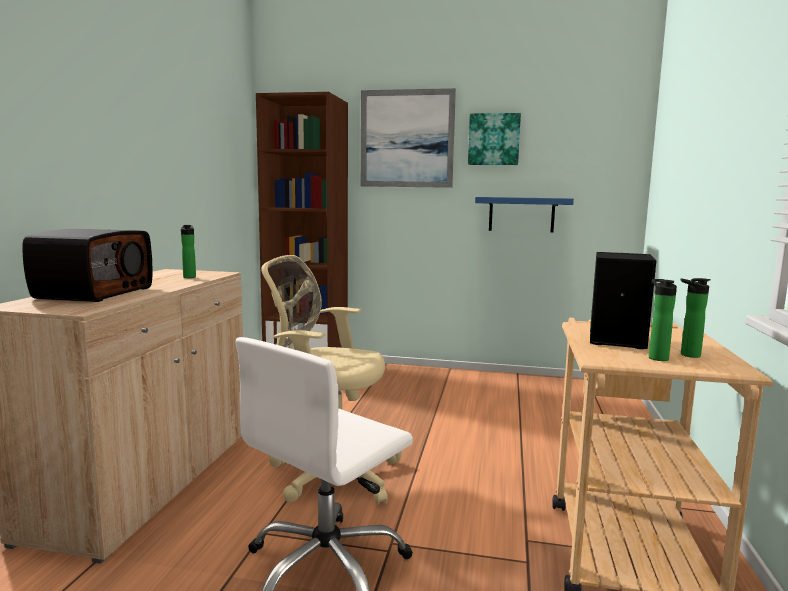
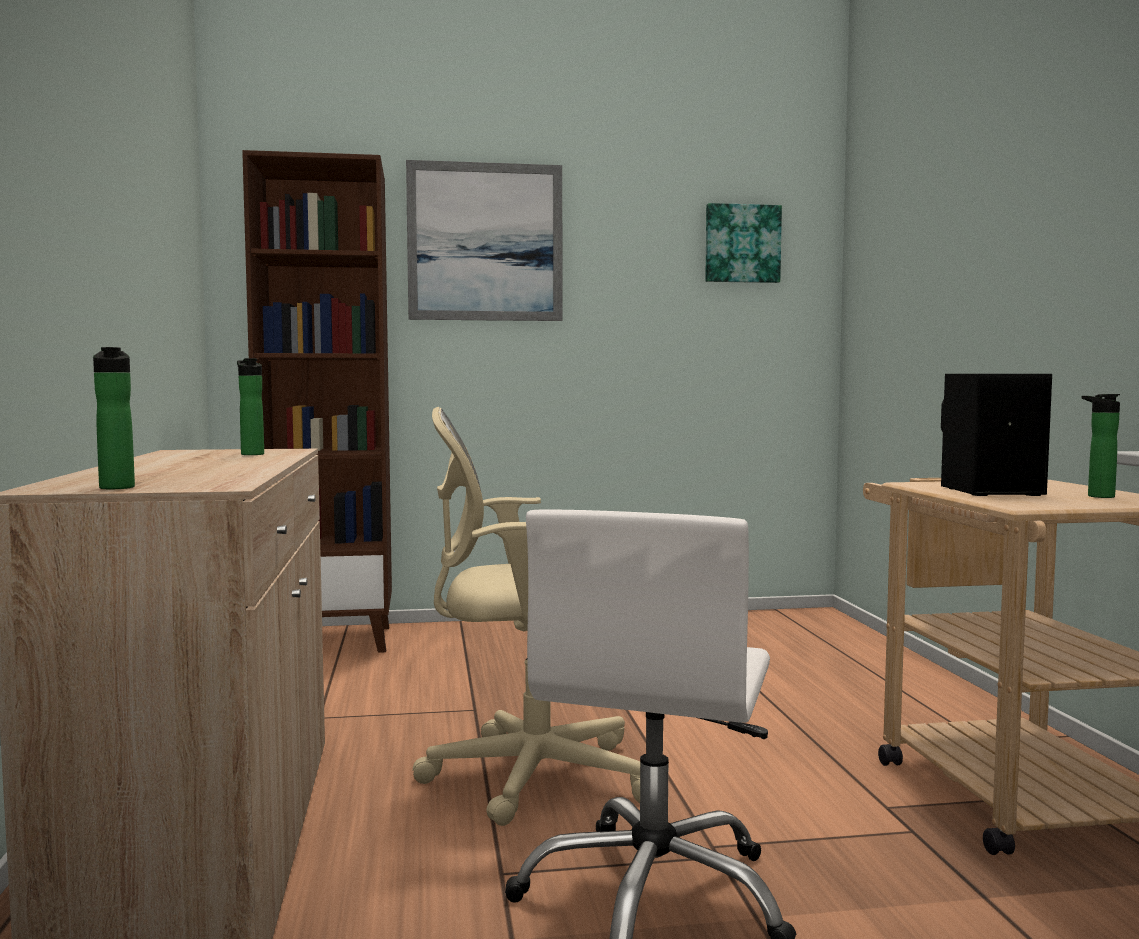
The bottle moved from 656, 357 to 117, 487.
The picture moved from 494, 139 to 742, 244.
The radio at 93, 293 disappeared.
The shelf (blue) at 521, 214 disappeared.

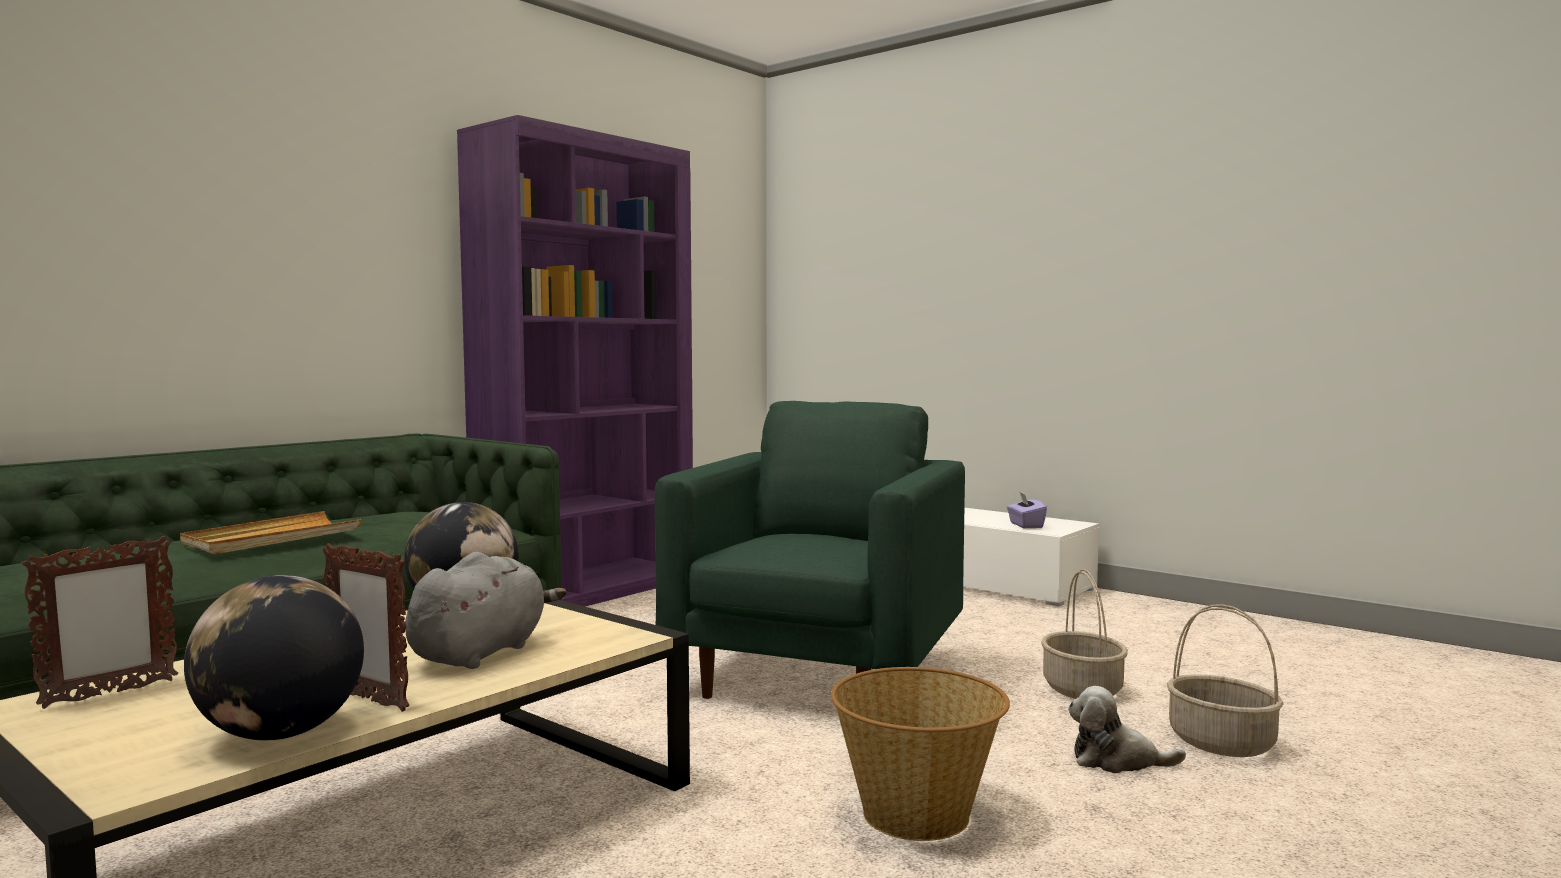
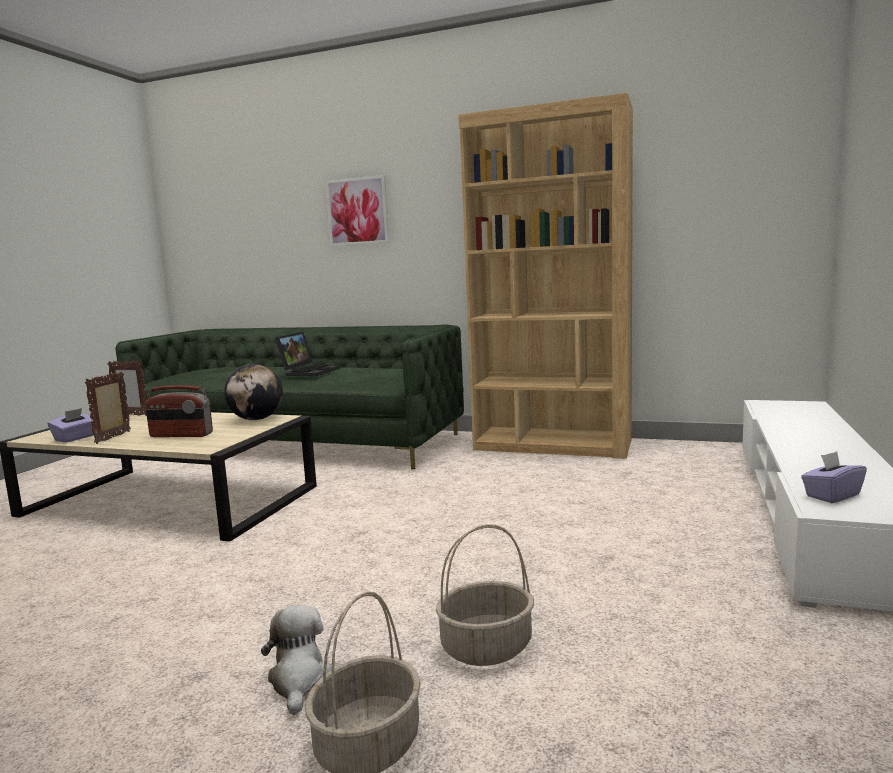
The globe at 281, 734 was replaced by the tissue box (purple) at 75, 438.
The plush toy (grey) at 482, 652 was replaced by the radio at 181, 435.
The tray (beige) at 272, 538 was replaced by the laptop at 309, 371.
The picture at 357, 211 appeared.
The bookcase (purple) at 589, 591 became the bookcase (brown) at 553, 445.
The armchair (green) at 818, 676 disappeared.
The basket at 917, 815 disappeared.

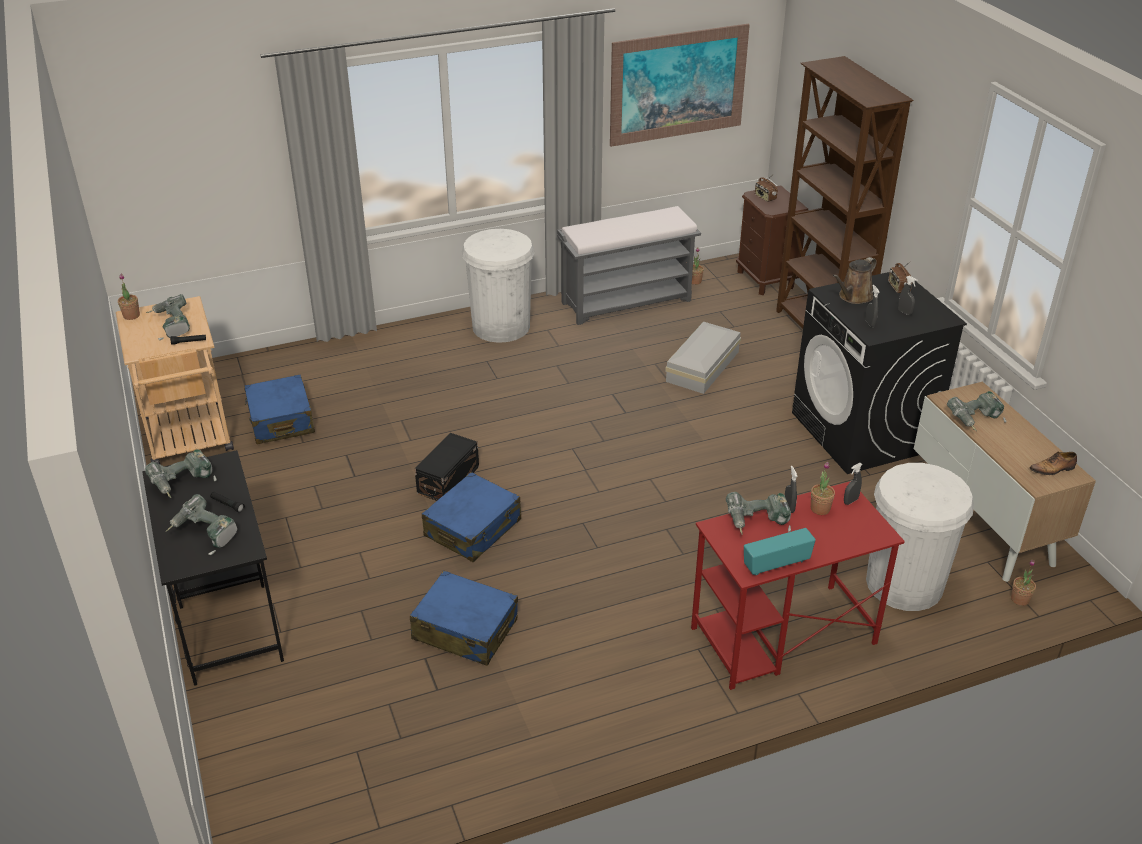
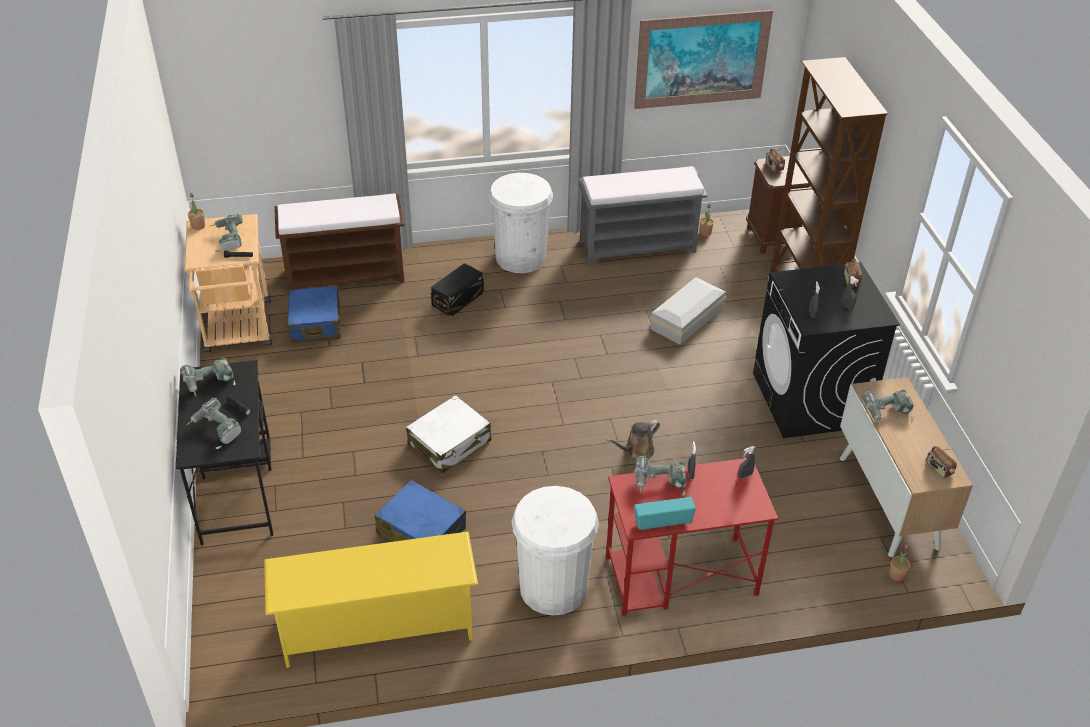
The shoe rack (yellow) at 377, 627 appeared.
The bench (brown) at 346, 275 appeared.
The suitcase (blue) at 473, 528 became the suitcase (white) at 450, 443.
The storage box (black) moved from 449, 479 to 459, 299.
The trash can (white) moved from 904, 584 to 553, 587.
The watering can (brown) moved from 853, 297 to 636, 451.
The shoe at 1053, 469 was replaced by the radio at 938, 469.
The potted plant at 820, 509 disappeared.

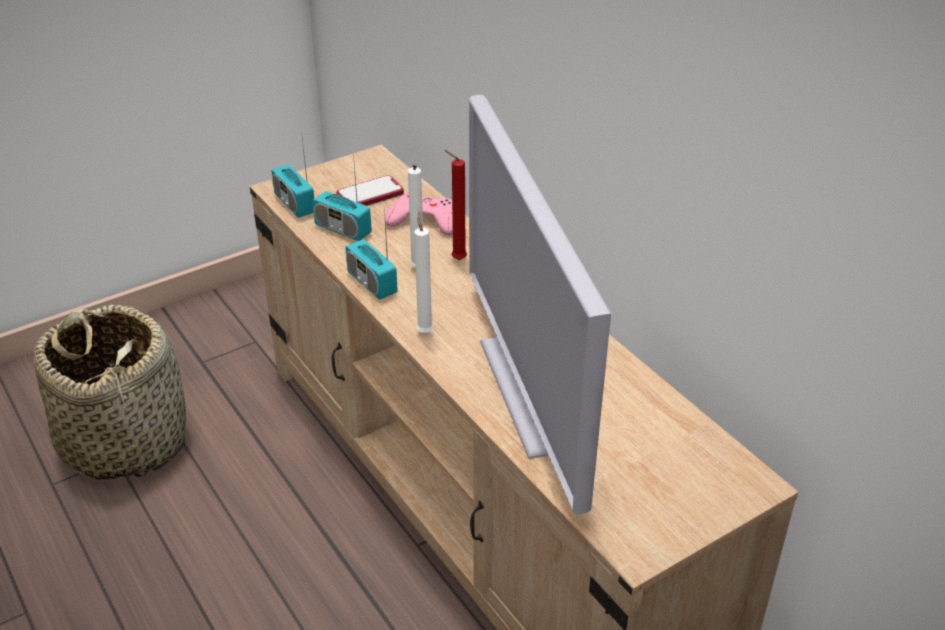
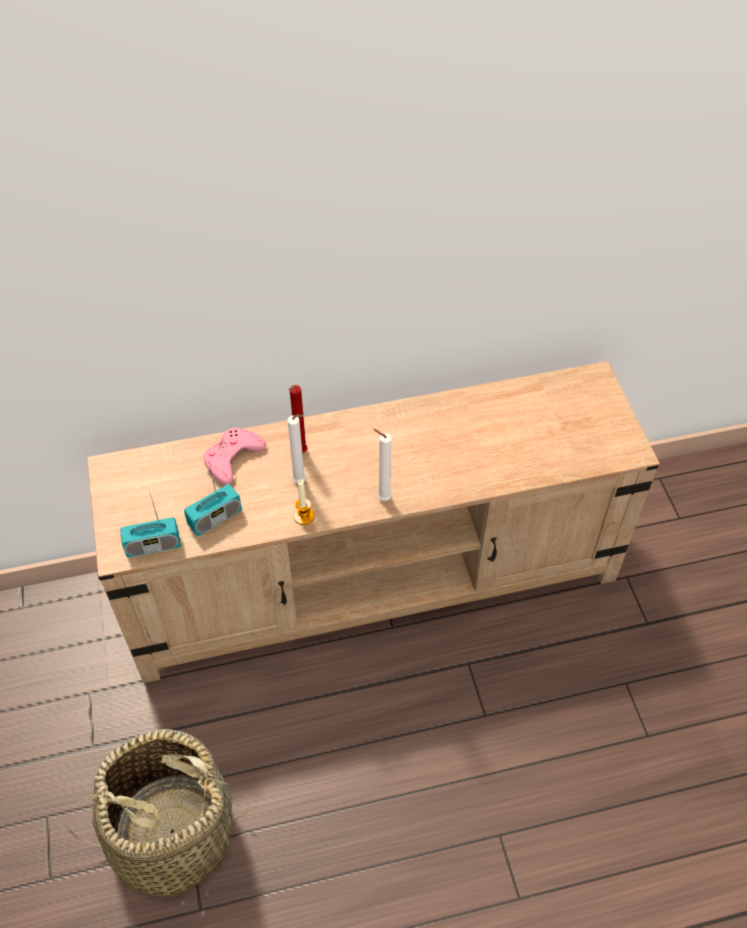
The radio at 372, 283 was replaced by the candle at 304, 516.
The phone at 370, 194 disappeared.
The television at 533, 391 disappeared.

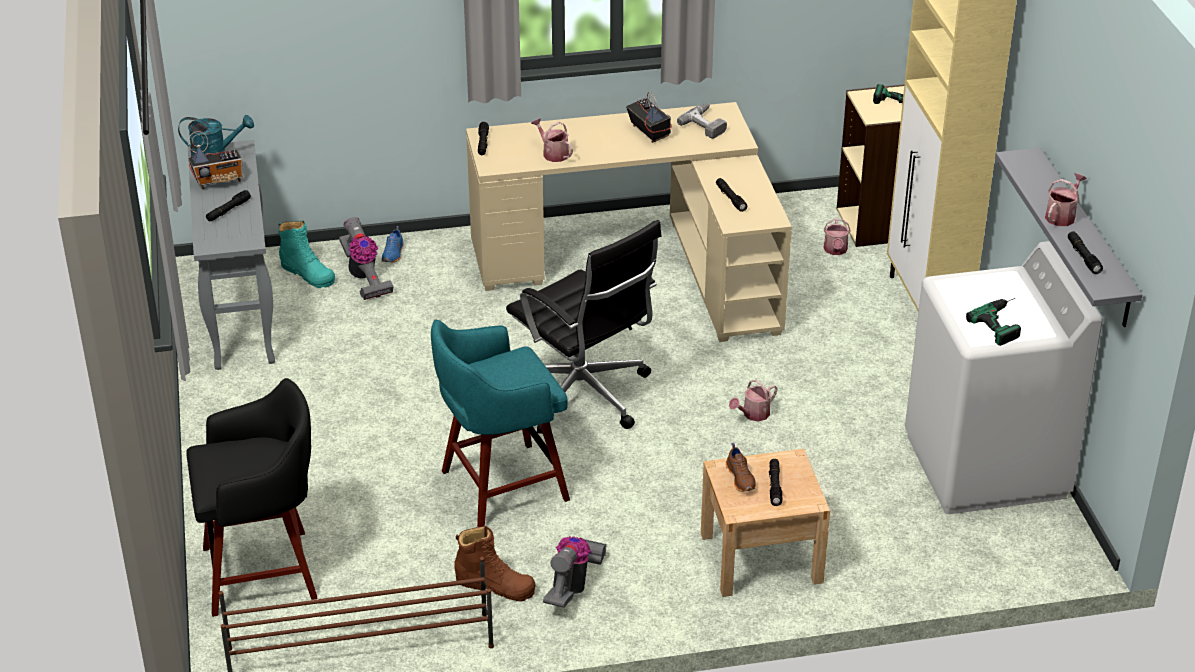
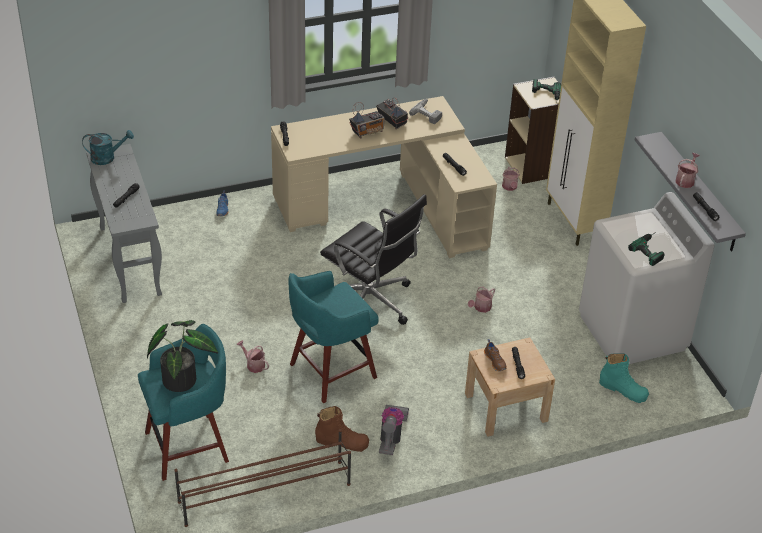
The stool (black) at 264, 572 became the stool (turquoise) at 189, 446.
The potted plant at 182, 378 appeared.
The watering can moved from 553, 153 to 253, 364.
The radio moved from 219, 181 to 367, 132.
The boot (turquoise) moved from 307, 273 to 623, 389.
The vacuum cleaner at 364, 277 disappeared.

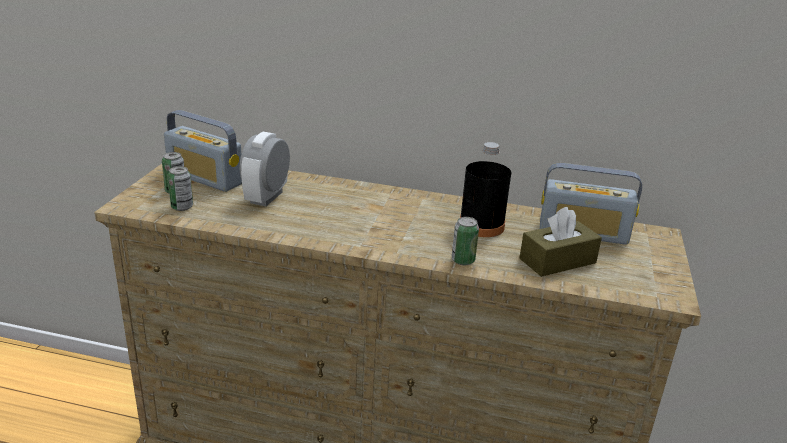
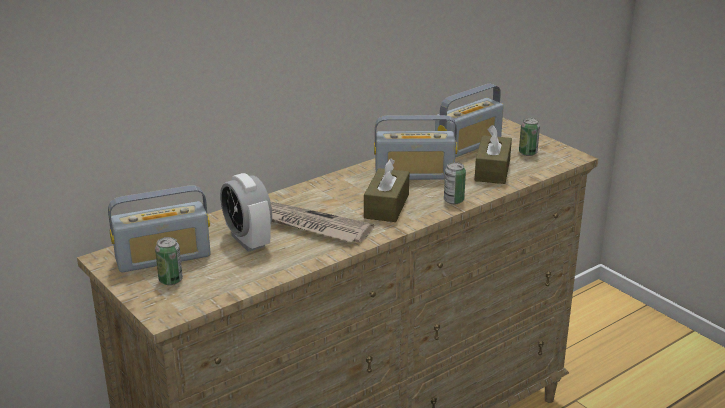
The newspaper at 309, 226 appeared.
The tissue box (brown) at 386, 206 appeared.
The bottle (black) at 481, 226 was replaced by the radio at 414, 174.
The can moved from 182, 207 to 528, 153.

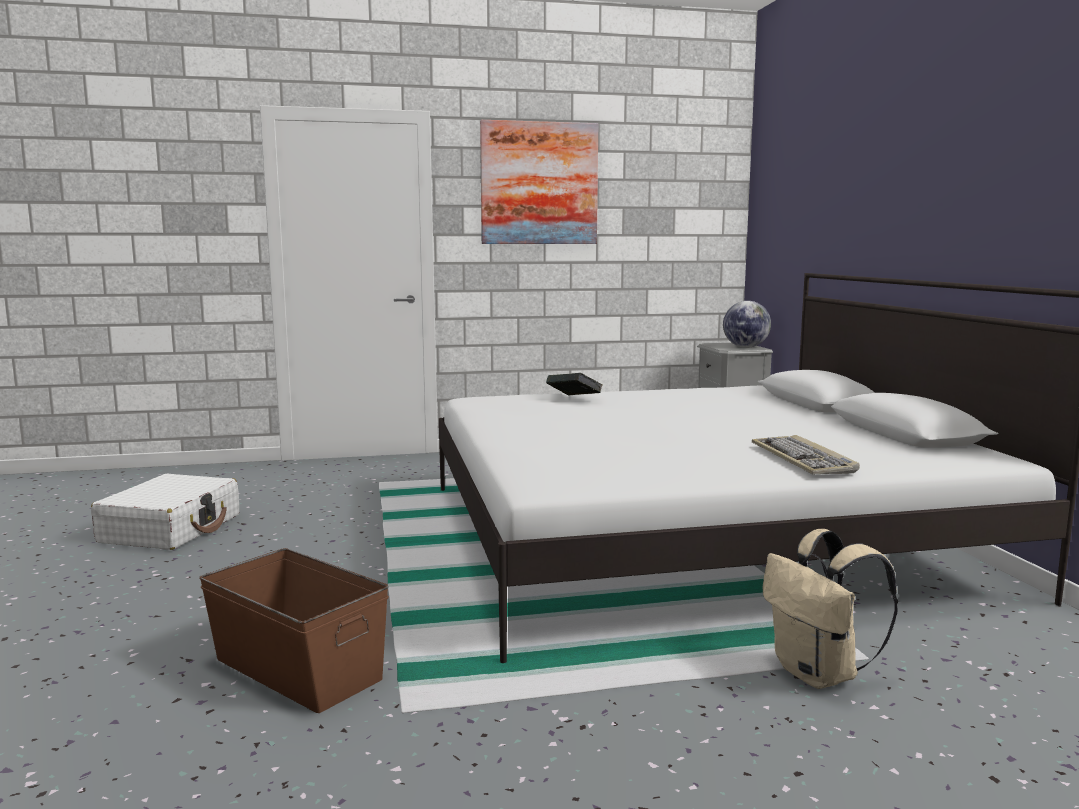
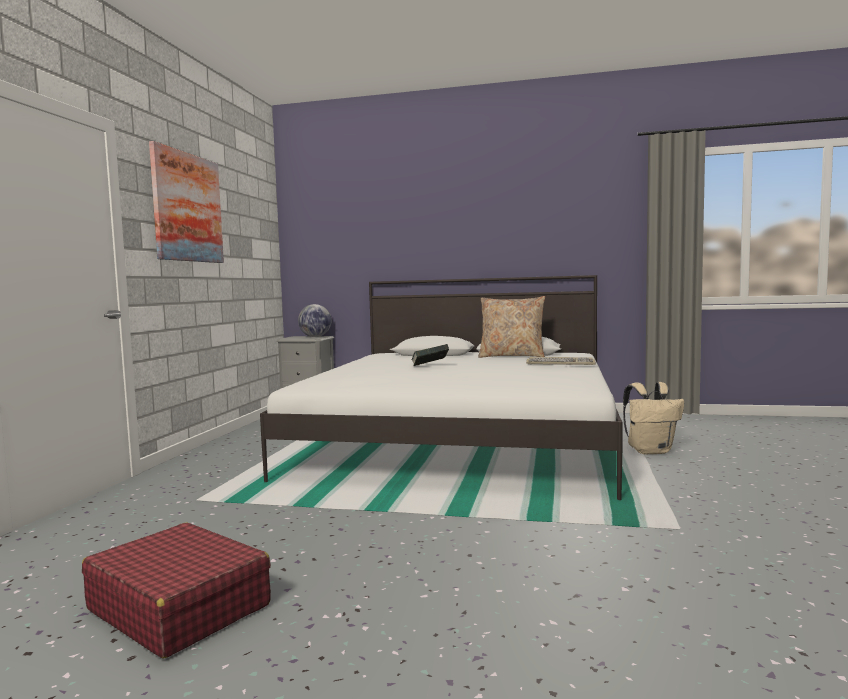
The suitcase (white) at 171, 529 became the suitcase (red) at 179, 607.
The book moved from 574, 399 to 430, 366.
The pillow (beige) at 512, 356 appeared.
The storage box (brown) at 297, 669 disappeared.

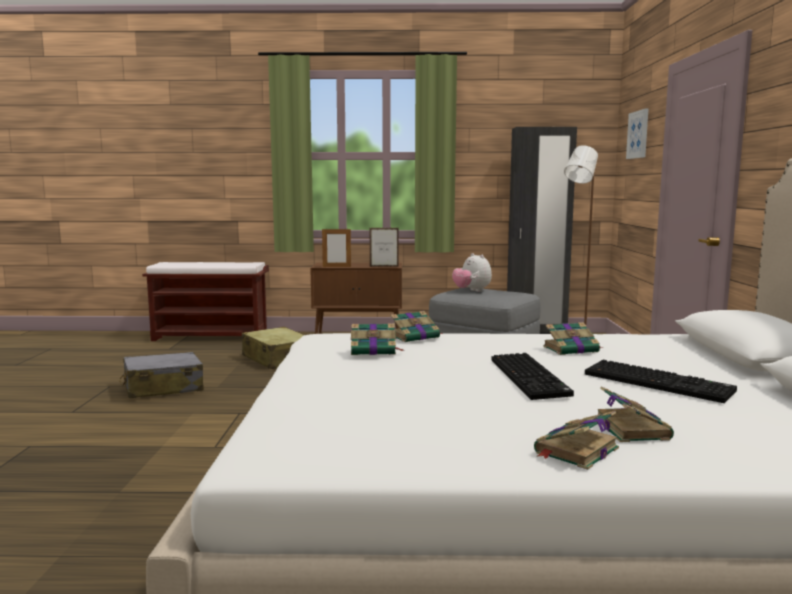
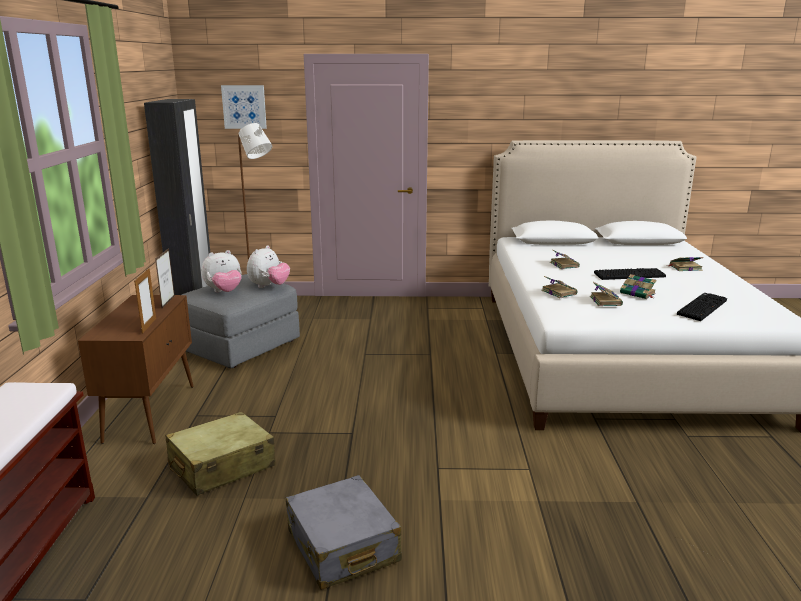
The plush toy at 269, 286 appeared.
The book moved from 575, 451 to 638, 293.
The keyboard moved from 659, 382 to 701, 307.

